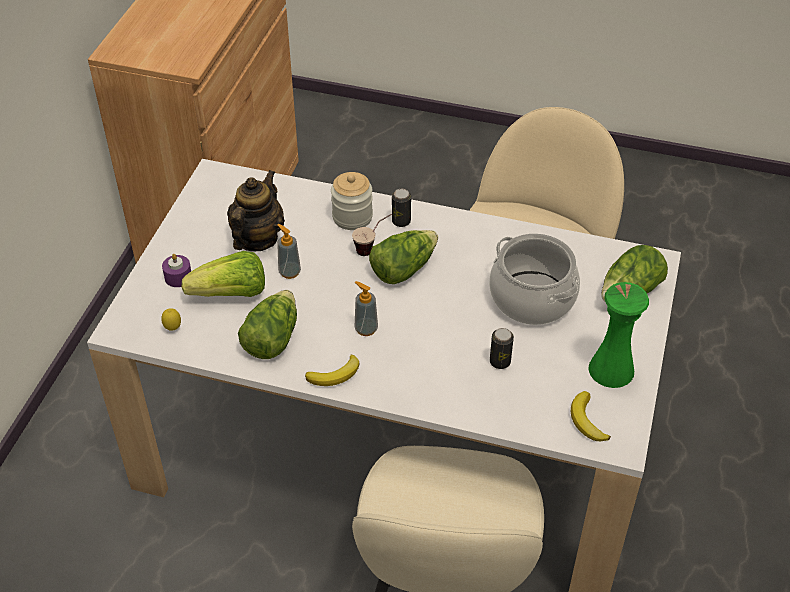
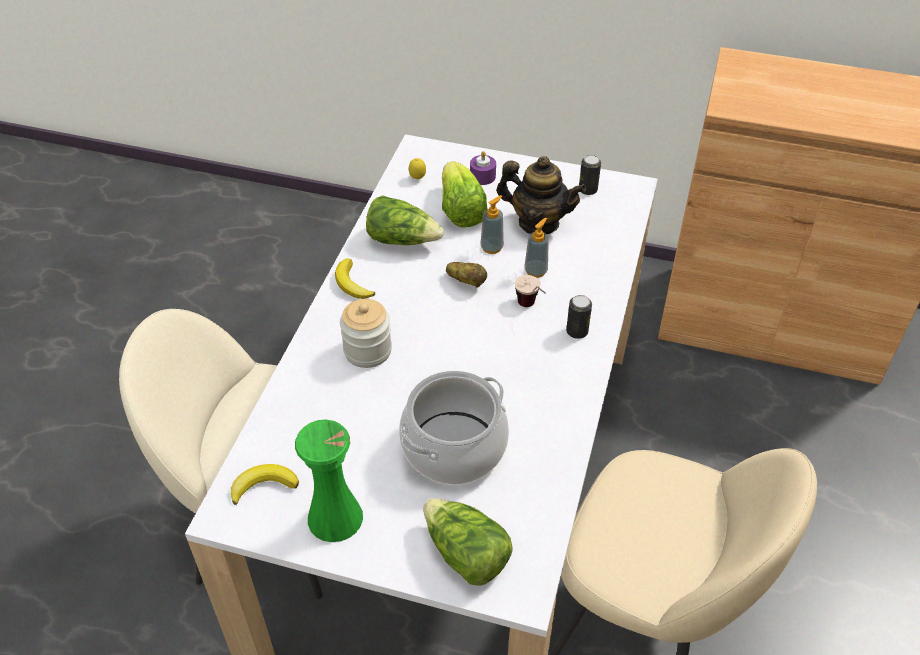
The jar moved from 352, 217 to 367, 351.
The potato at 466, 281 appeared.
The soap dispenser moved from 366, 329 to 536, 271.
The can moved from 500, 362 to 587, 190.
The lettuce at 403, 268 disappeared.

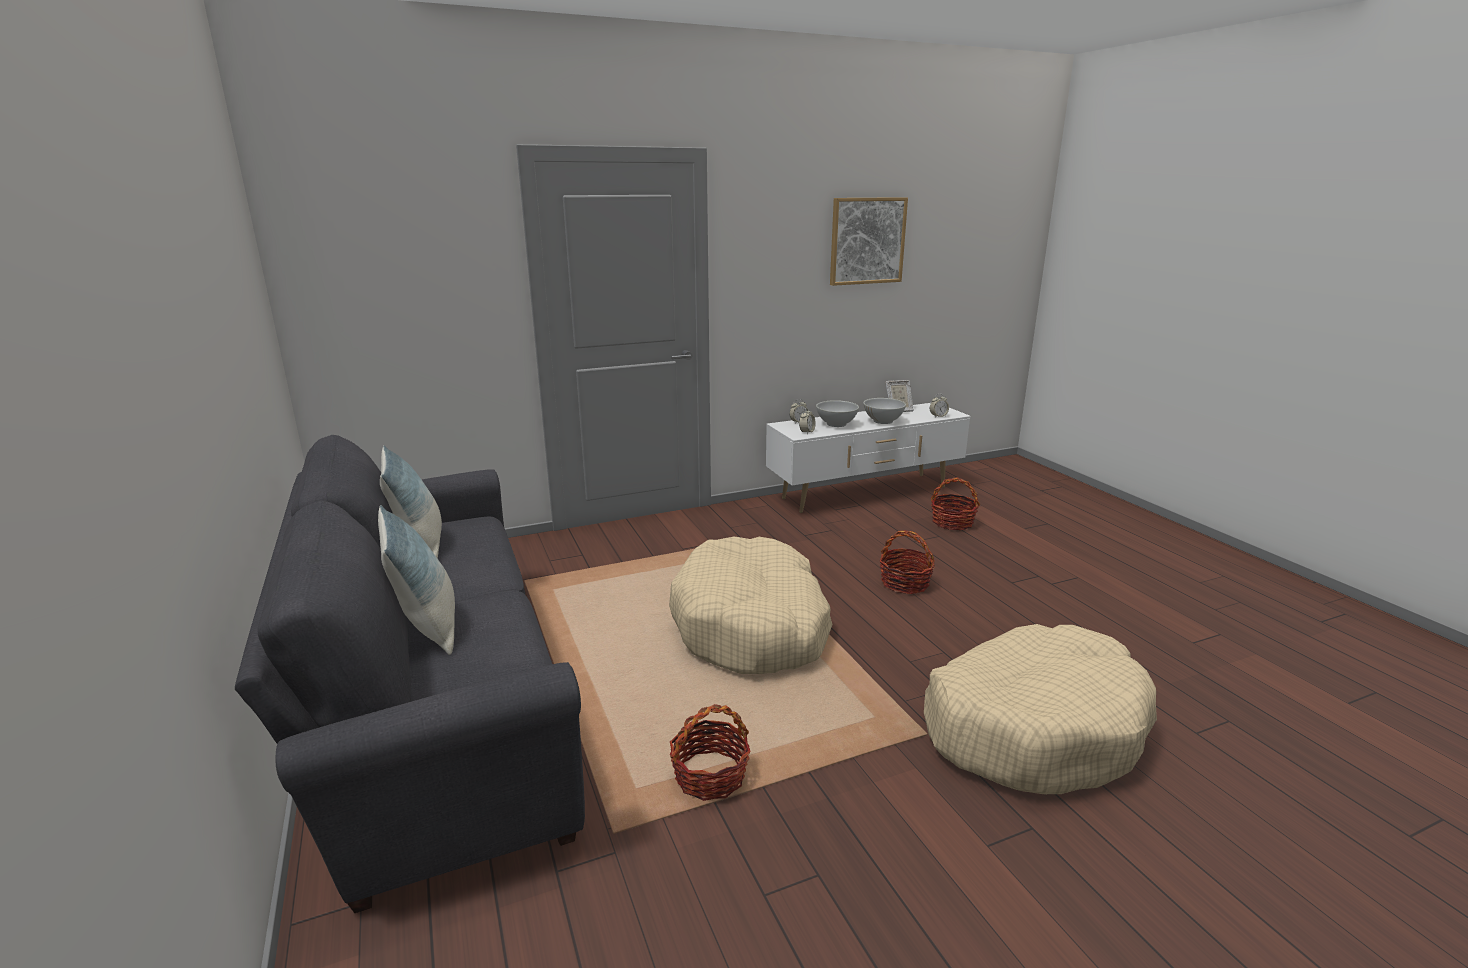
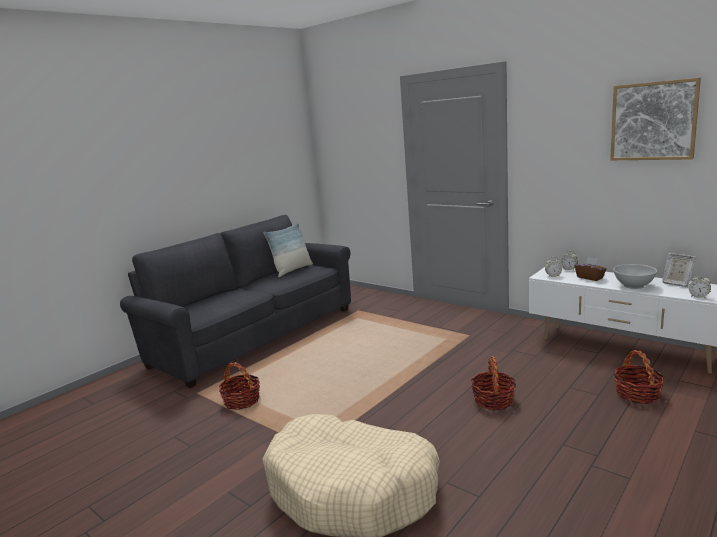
The bowl (white) at 836, 424 was replaced by the tissue box (brown) at 590, 277.
The pillow at 427, 627 disappeared.
The dog bed (beige) at 752, 626 disappeared.

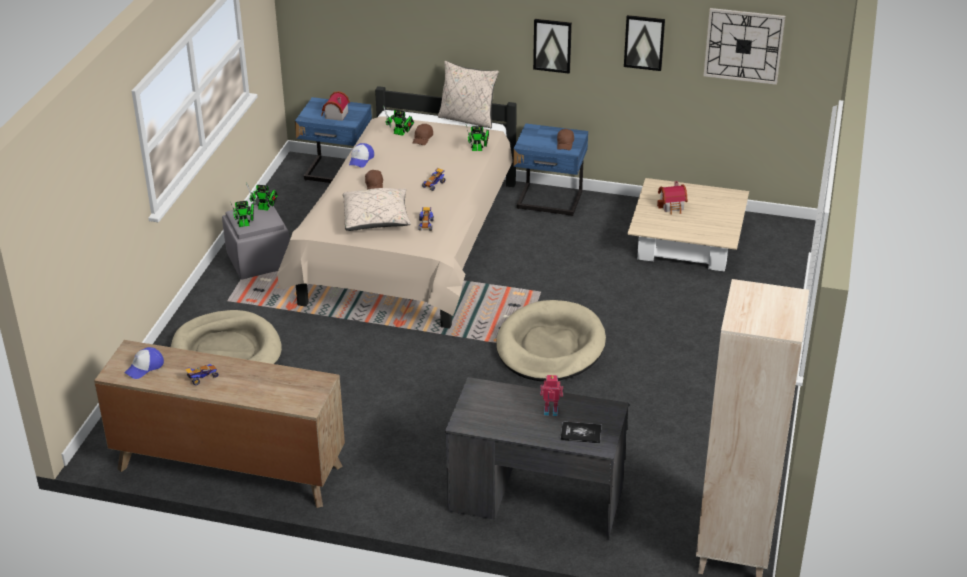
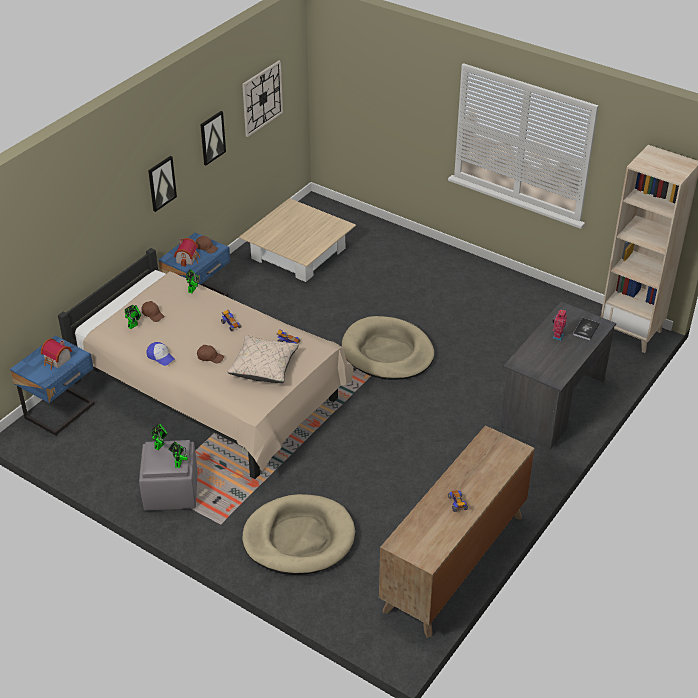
The toy house moved from 673, 206 to 188, 259.
The cap at 145, 367 disappeared.
The pillow (beige) at 467, 119 disappeared.

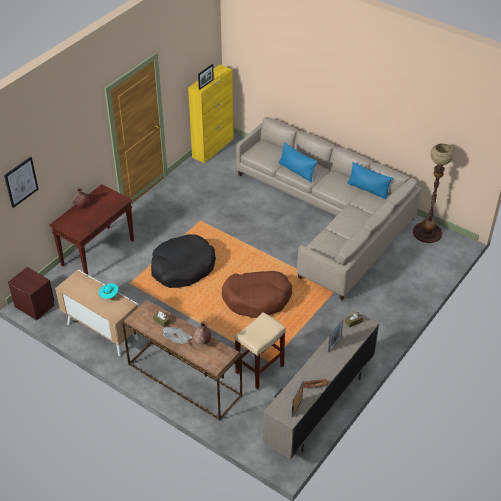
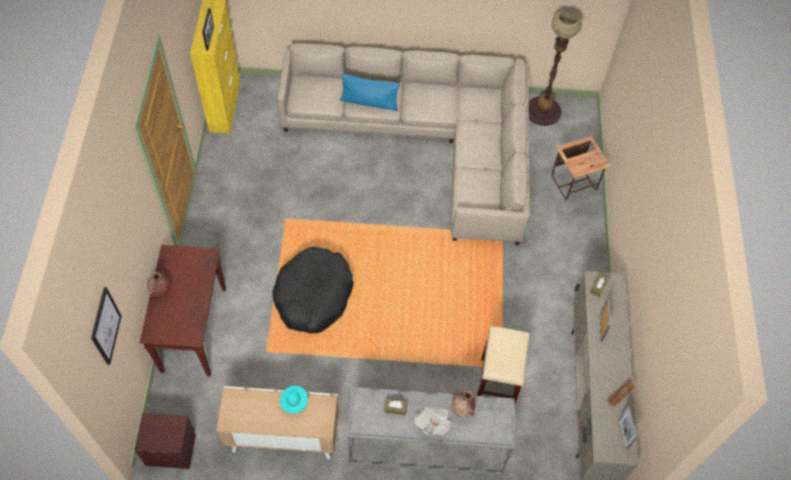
The console table (brown) at 183, 380 became the console table (grey) at 425, 447.
The side table at 574, 183 appeared.
The dog bed (brown) at 257, 298 disappeared.
The pillow (blue) at 368, 189 disappeared.

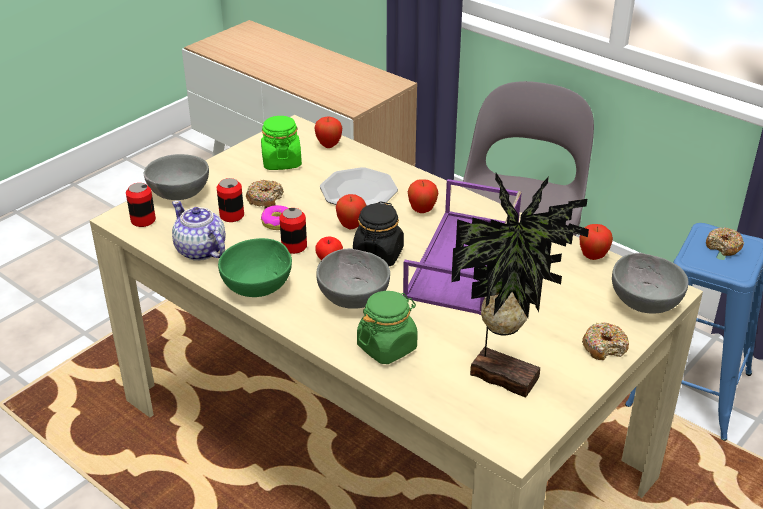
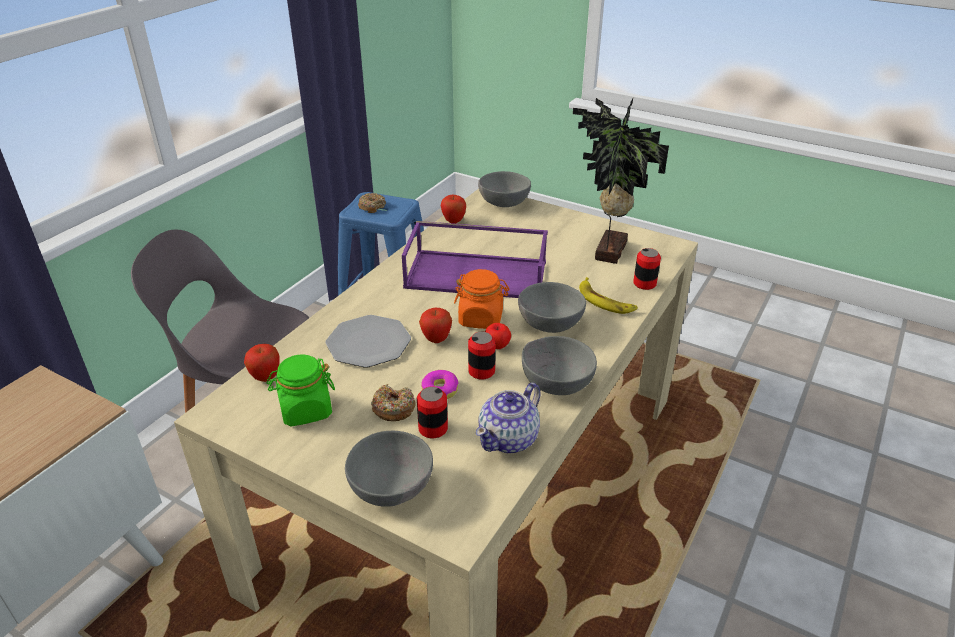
The jar (black) at 378, 255 became the jar (orange) at 481, 318.
The bowl (green) at 259, 286 became the bowl (grey) at 555, 382.
The jar (green) at 387, 347 was replaced by the banana at 605, 301.
The can moved from 143, 220 to 644, 283.
The apple at 422, 210 disappeared.
The donut at 604, 347 disappeared.

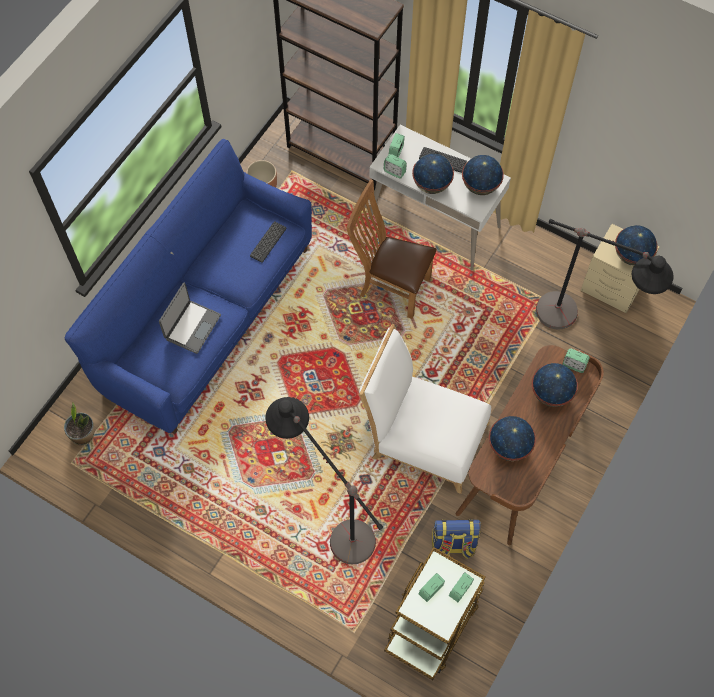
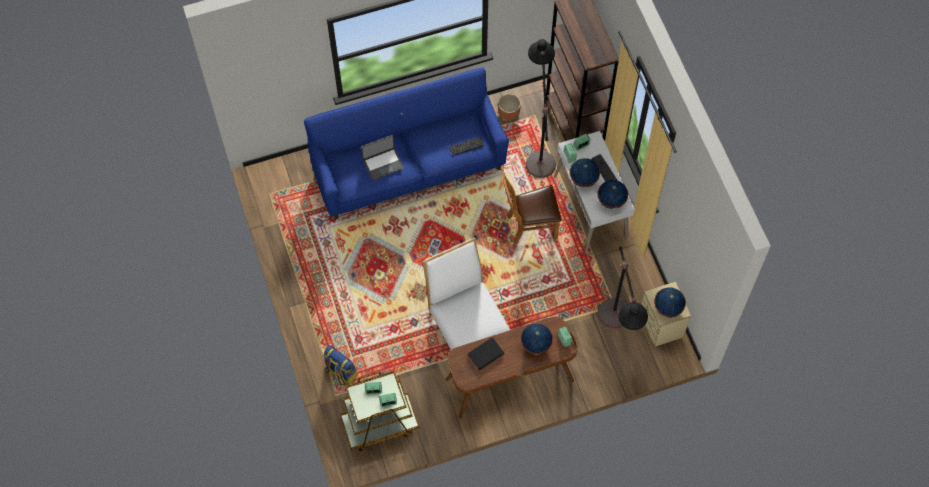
The backpack moved from 452, 545 to 340, 372.
The globe at 509, 446 was replaced by the book (black) at 485, 354.
The chair (brown) at 390, 286 turned 75 degrees counterclockwise.
The floor lamp (black) moved from 330, 519 to 538, 145.
The potted plant at 83, 435 disappeared.

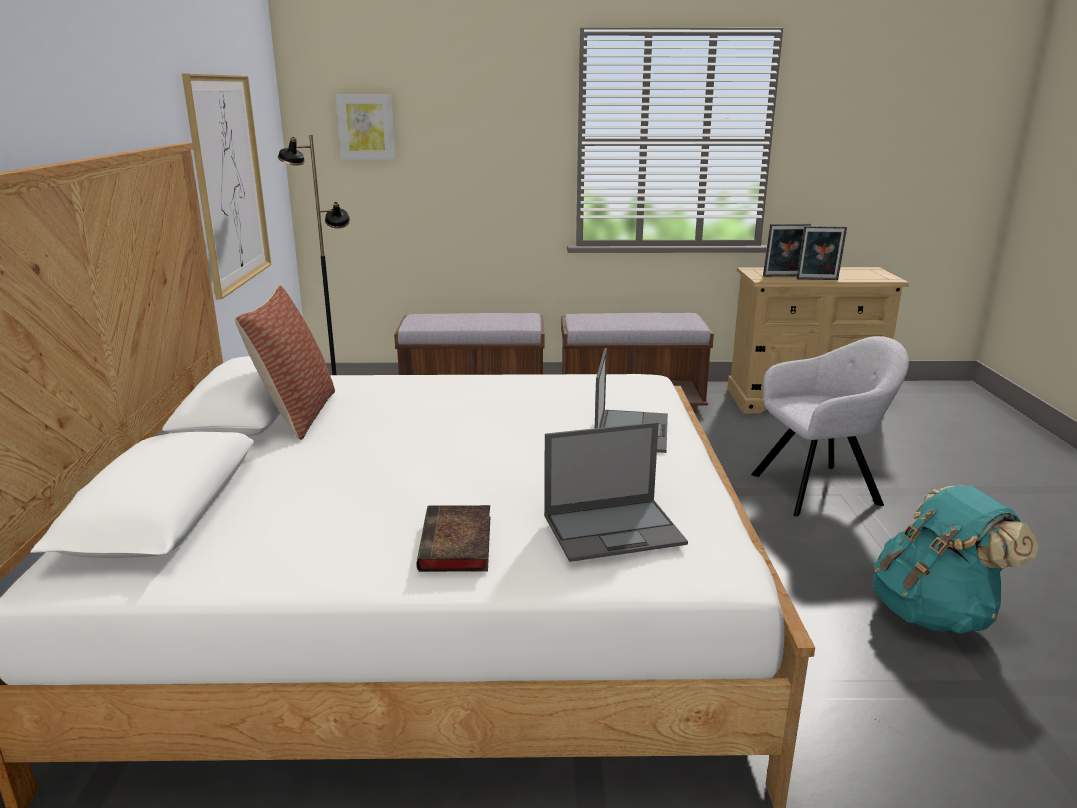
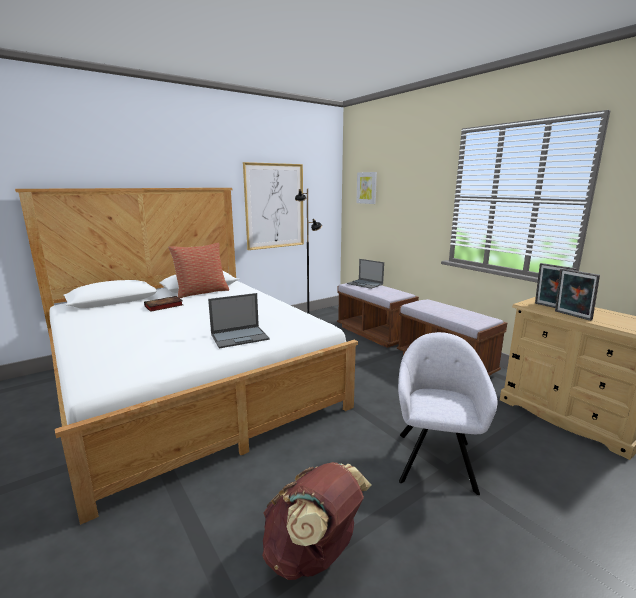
The book moved from 457, 545 to 163, 306.
The backpack (turquoise) at 934, 613 became the backpack (brown) at 313, 554.
The laptop moved from 615, 529 to 365, 284.
The armchair (grey) at 820, 488 turned 120 degrees counterclockwise.

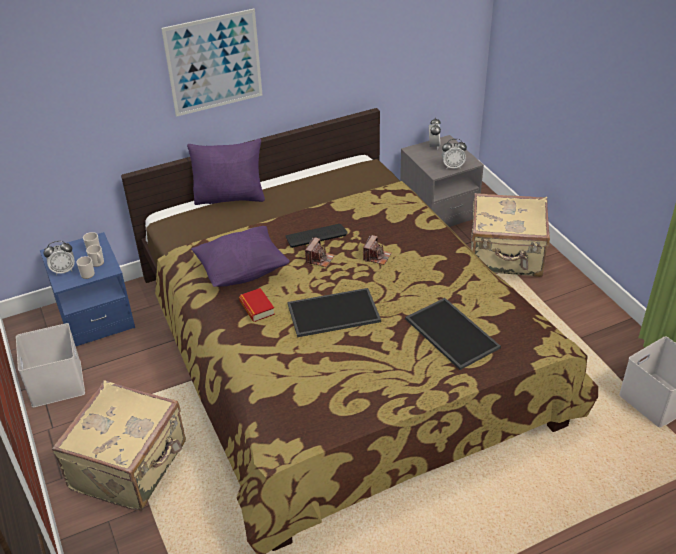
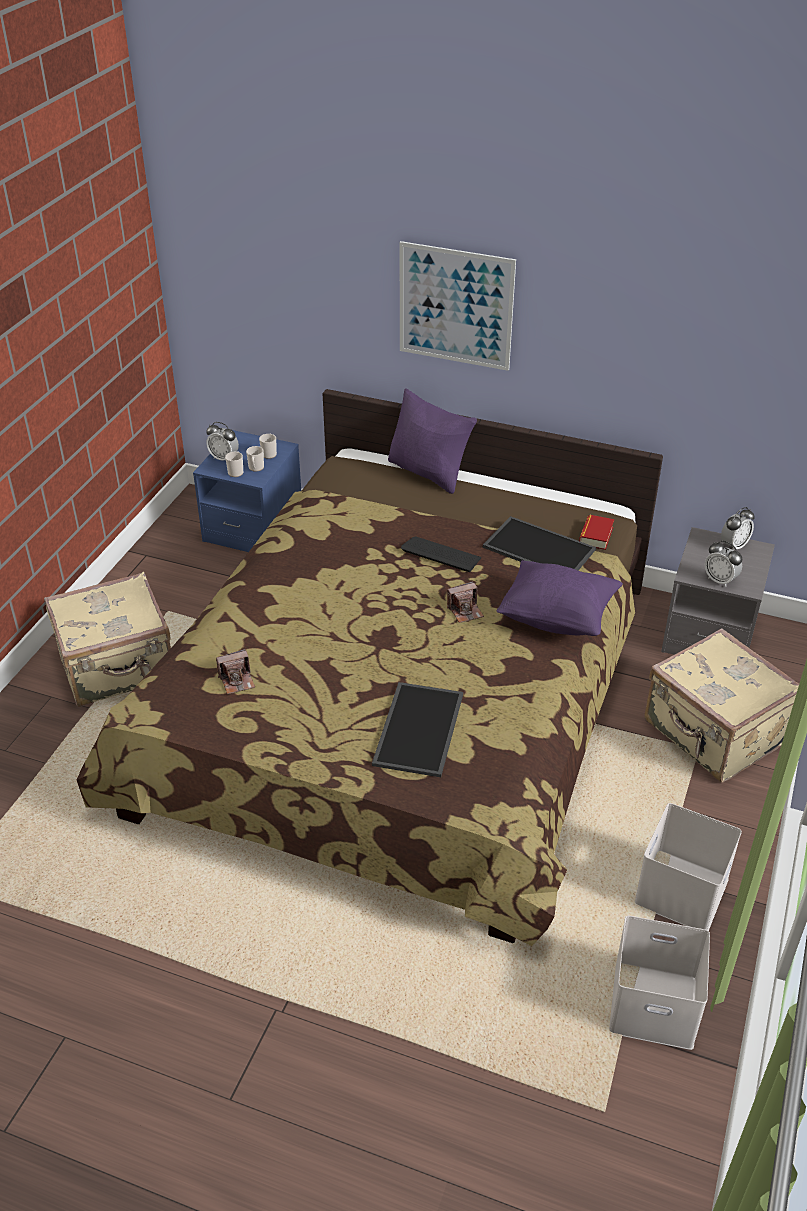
The photo camera moved from 319, 259 to 237, 680.
The tray moved from 333, 314 to 537, 549.
The pillow (purple) moved from 243, 271 to 557, 618.
The book moved from 257, 308 to 596, 536.
The storage box (white) moved from 58, 383 to 682, 893.

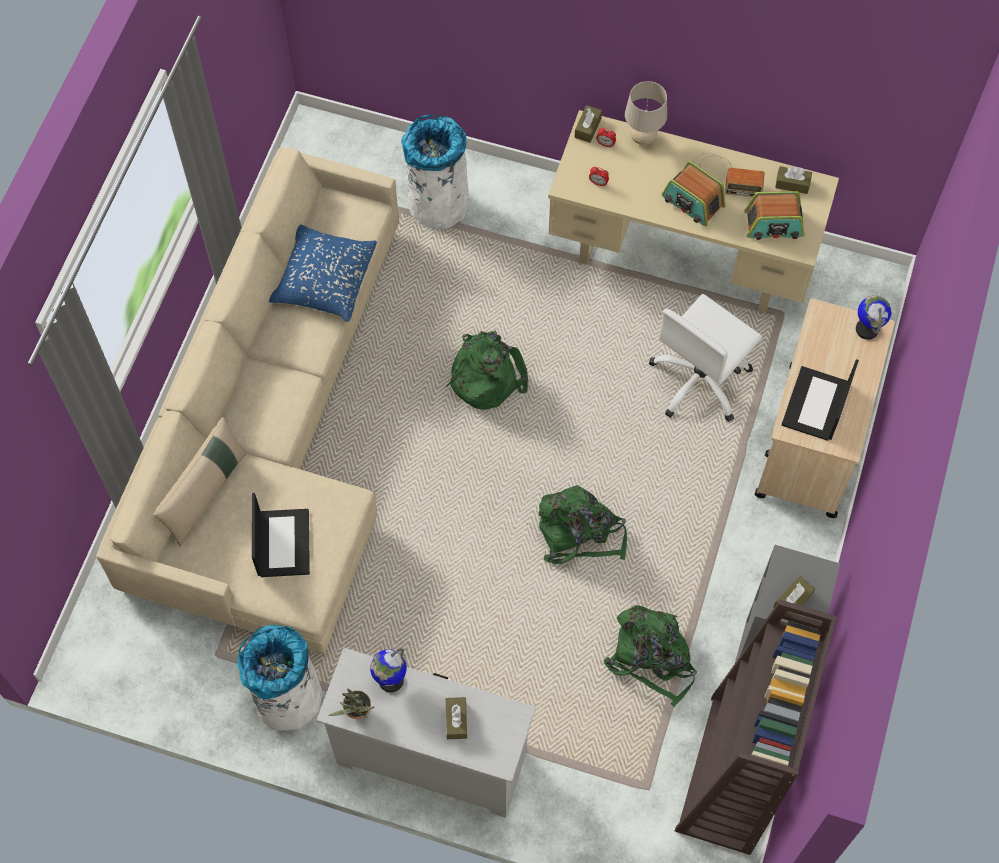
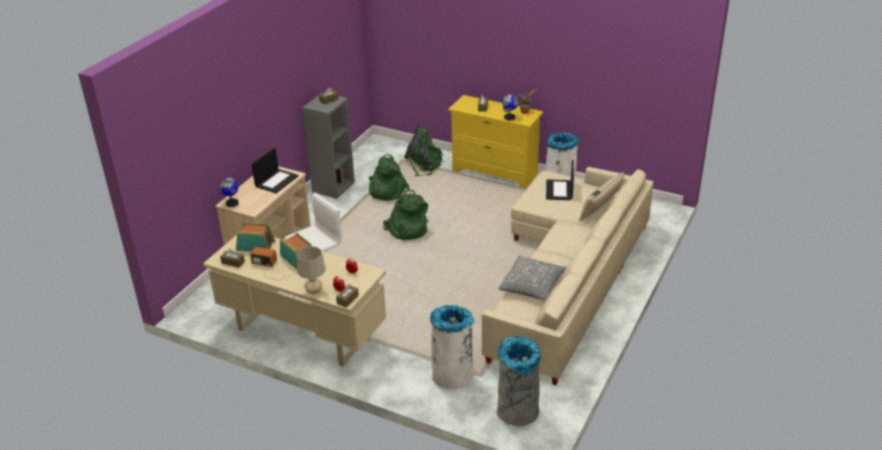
The backpack (green) moved from 485, 375 to 424, 164.
The dresser (white) at 431, 757 became the dresser (yellow) at 495, 172.
The trash can (grey) at 517, 411 appeared.
The pillow (blue) at 324, 279 became the pillow (grey) at 532, 286.
The bookcase (brown) at 731, 775 disappeared.

